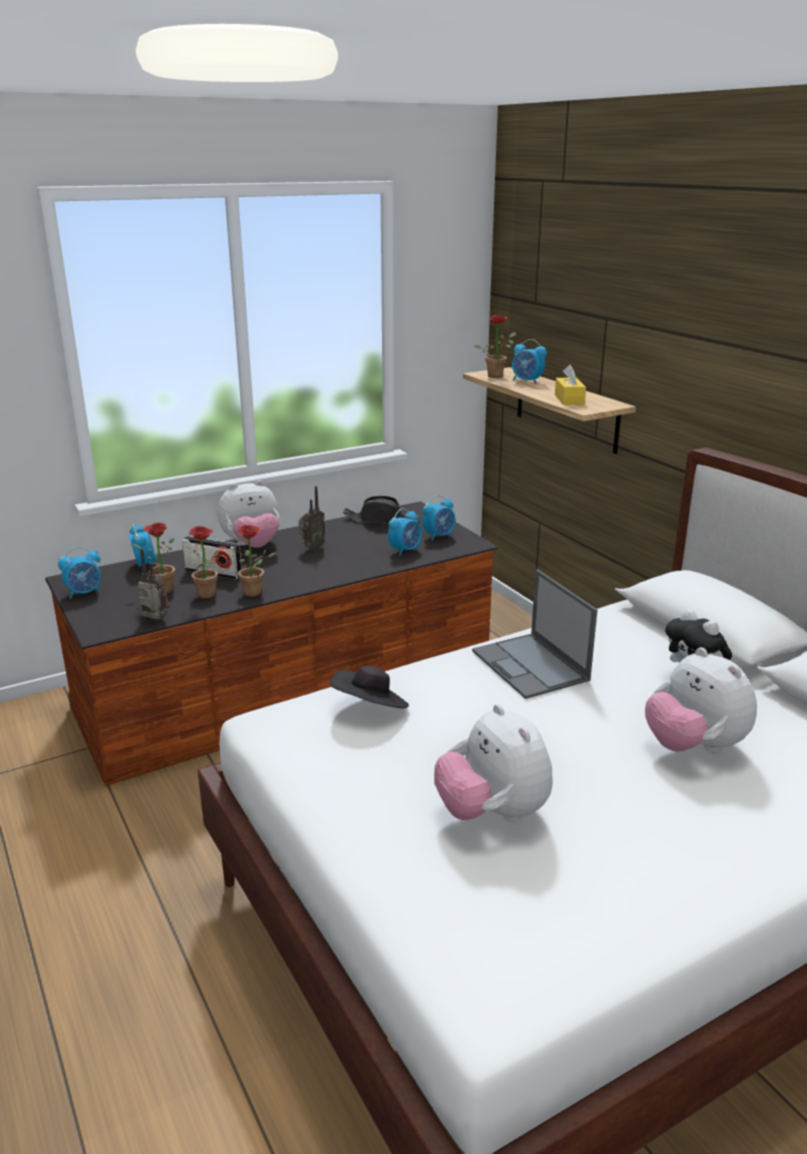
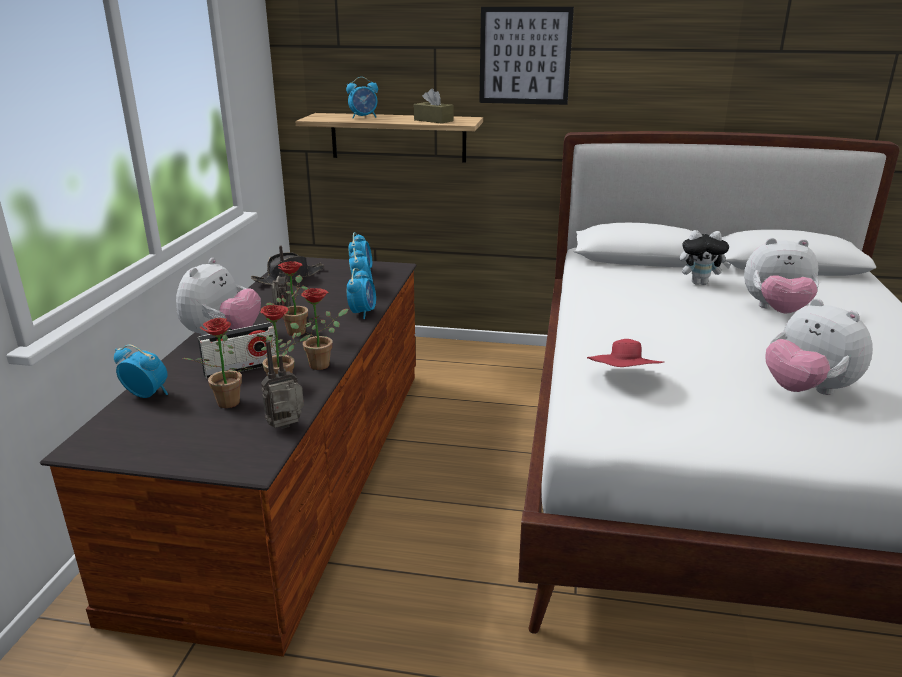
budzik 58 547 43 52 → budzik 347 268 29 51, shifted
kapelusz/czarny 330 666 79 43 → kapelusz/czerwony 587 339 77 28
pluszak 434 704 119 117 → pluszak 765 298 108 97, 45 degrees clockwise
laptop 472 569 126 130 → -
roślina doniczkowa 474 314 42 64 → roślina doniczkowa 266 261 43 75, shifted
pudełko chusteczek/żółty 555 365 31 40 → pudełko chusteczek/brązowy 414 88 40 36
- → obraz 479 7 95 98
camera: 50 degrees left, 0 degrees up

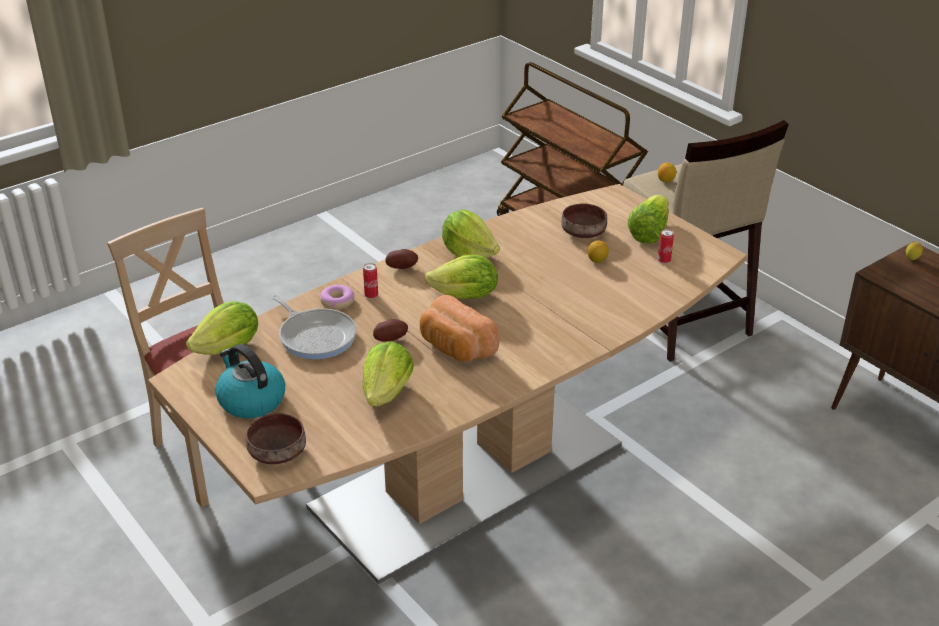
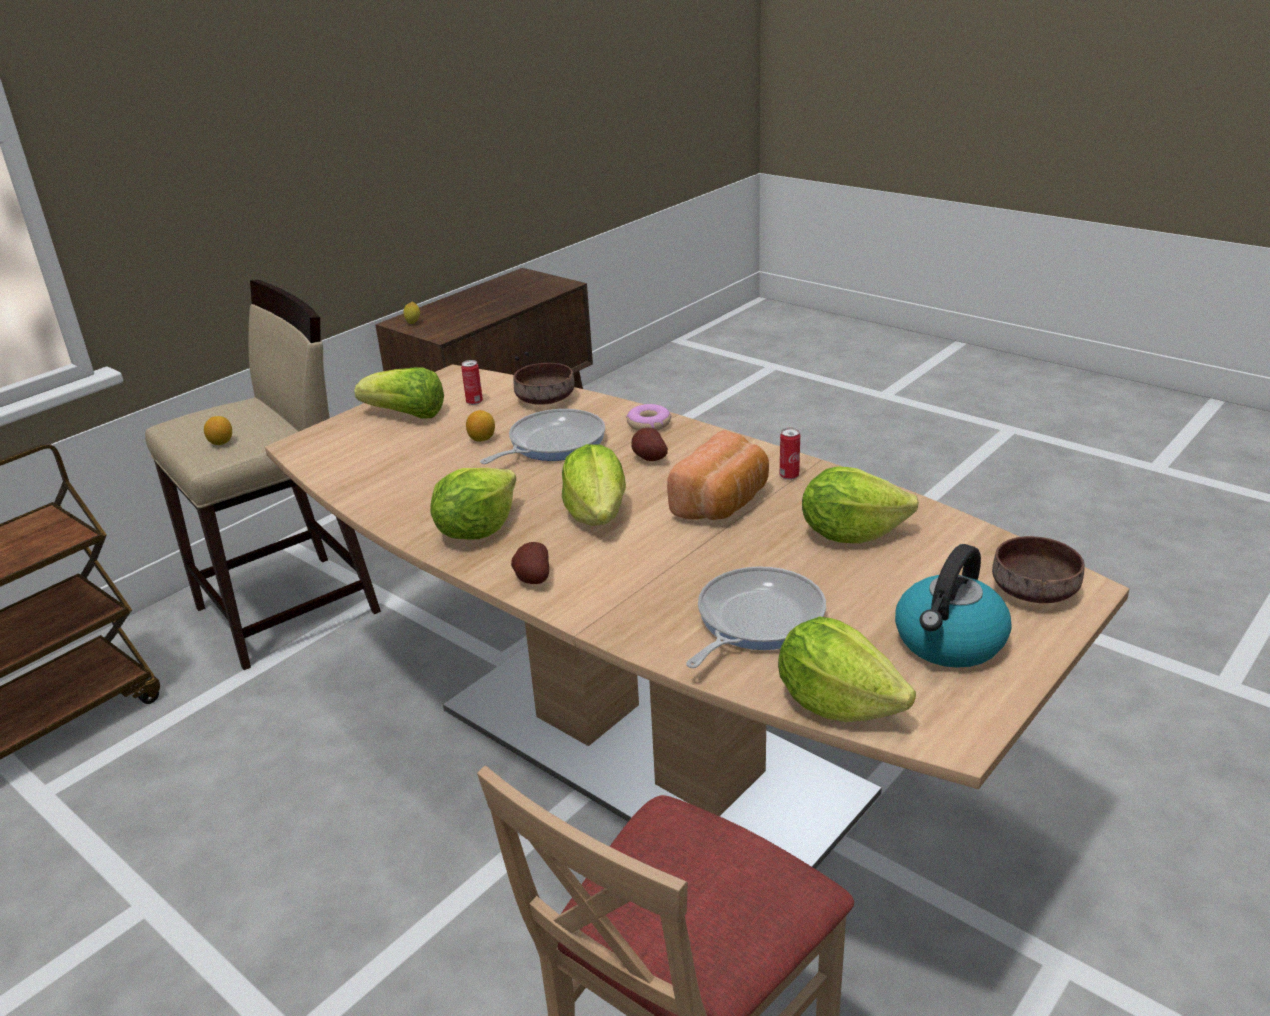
donut 320 285 35 24 → donut 626 404 45 27, shifted
puszka 363 263 15 36 → puszka 780 428 20 52, shifted
ziemniak 373 319 35 23 → ziemniak 631 428 37 33, shifted
miska/brązowy 561 203 46 35 → miska/brązowy 514 363 61 42, shifted
- → patelnia 480 409 125 55
camera: 100 degrees left, 5 degrees down

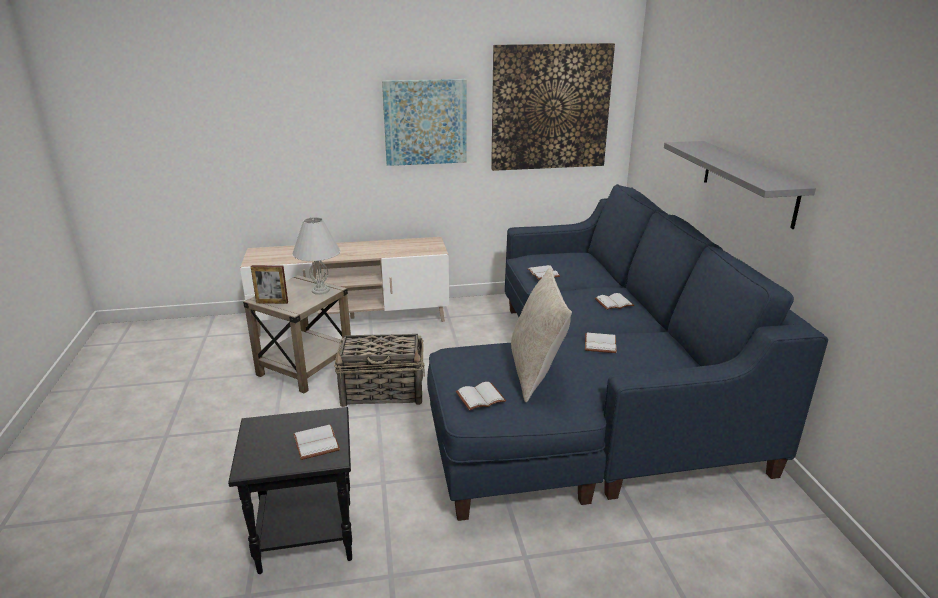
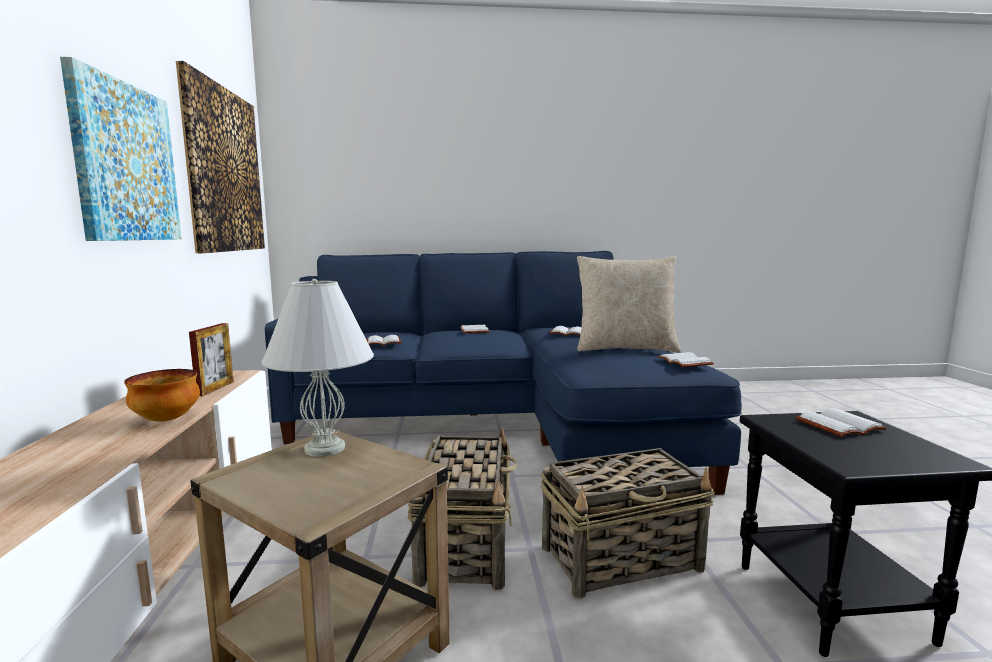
ramka na zdjęcie 251 265 37 39 → ramka na zdjęcie 189 323 45 73, shifted
półka/szary 664 141 152 88 → -
- → miska 124 369 76 52
- → koszyk 541 448 174 151
camera: 85 degrees left, 15 degrees down

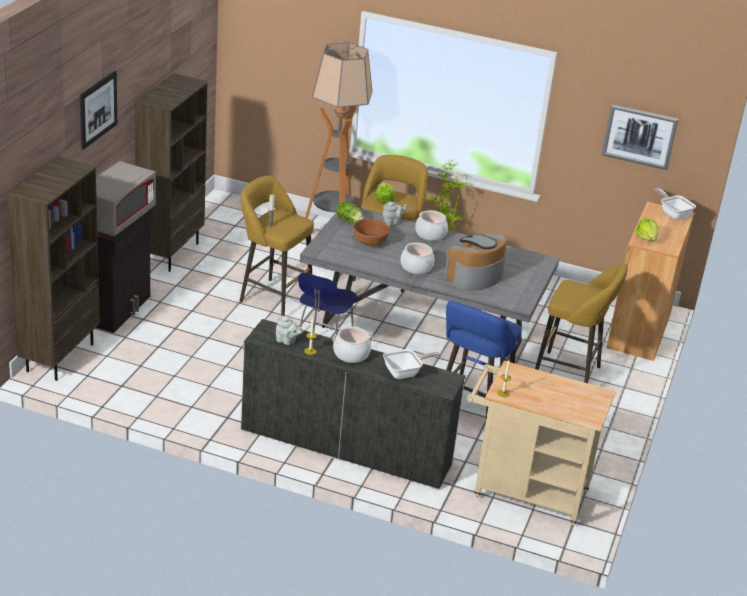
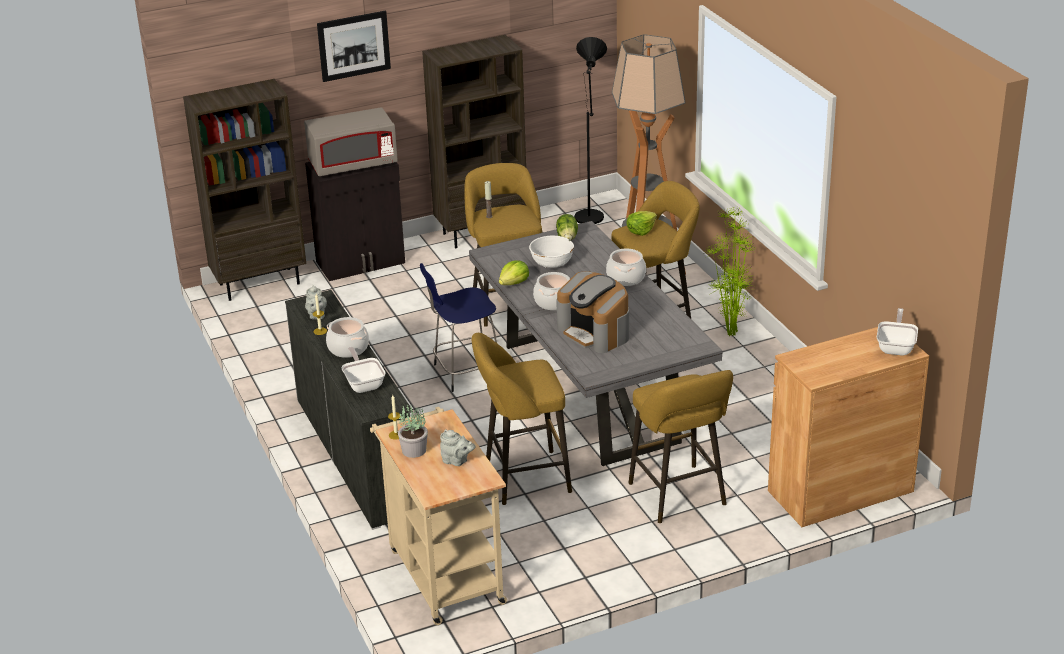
miska/brązowy 353 219 37 27 → miska/biały 529 236 45 32
imbryk/szary 383 202 24 24 → imbryk/szary 440 429 35 37, shifted
patelnia 383 349 58 30 → patelnia 341 347 45 46, 135 degrees counterclockwise
ekspres do kawy 444 233 63 58 → ekspres do kawy 556 271 73 82, 135 degrees counterclockwise
stołek/niebieski 446 301 76 117 → stołek/żółty 472 333 100 172
obraz 602 104 76 66 → -
sałata 636 219 22 22 → sałata 499 261 30 24, shifted
- → roślina doniczkowa 398 405 30 53
- → lampa stojąca/czarny 574 37 33 187
camera: 50 degrees right, 0 degrees up

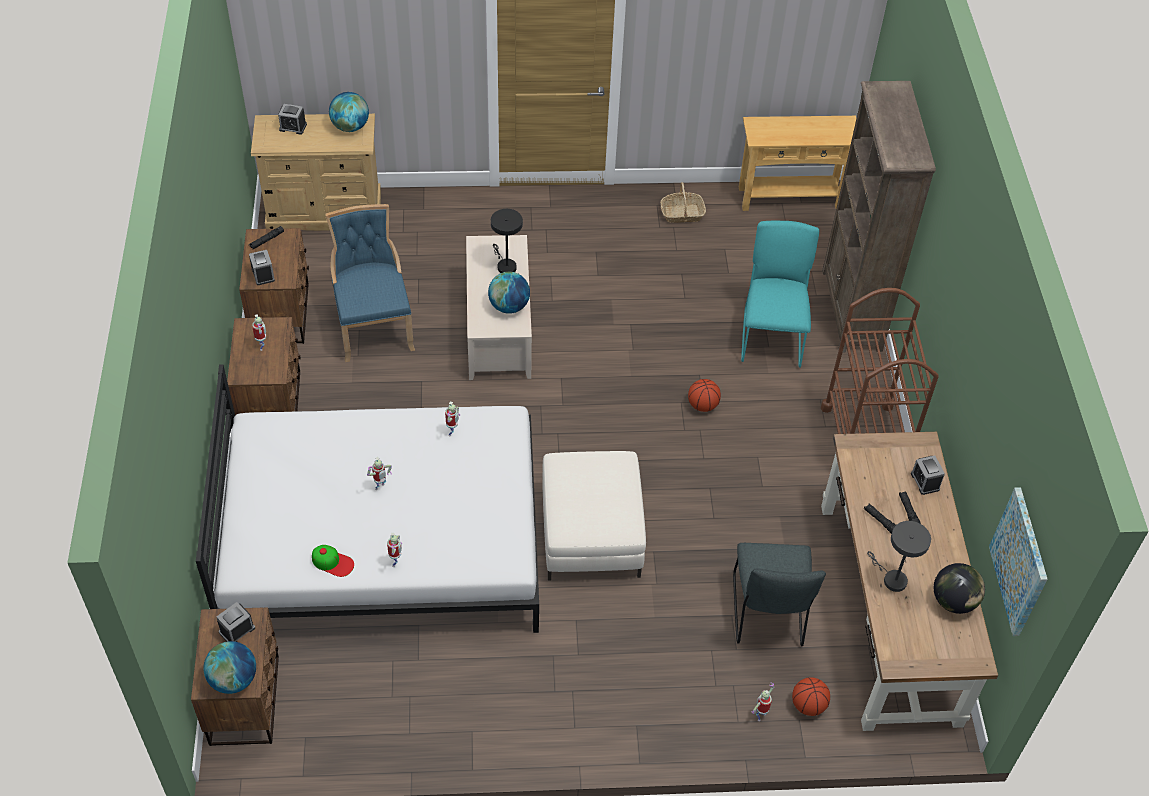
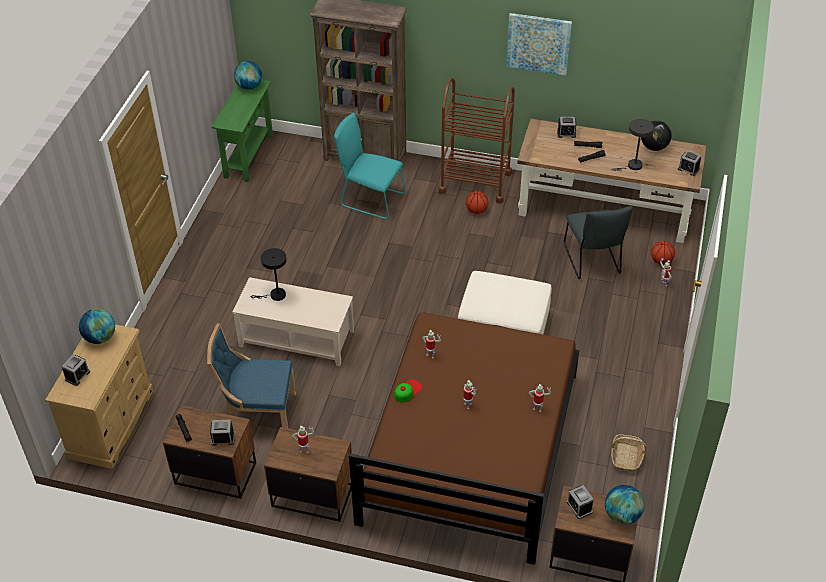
łóżko/biały 196 364 343 269 → łóżko/brązowy 349 312 231 253
czapka z daszkiem 312 545 42 32 → czapka z daszkiem 394 380 28 22, shifted
globus 488 272 42 42 → globus 234 61 28 29, shifted
koszyk 660 182 46 41 → koszyk 611 435 36 37, shifted
piłka do koszykówki 688 379 33 33 → piłka do koszykówki 466 191 23 23, shifted
krzesło/szary 733 543 93 103 → krzesło/szary 564 206 69 73, 60 degrees clockwise
stolik konsolowy/beżowy 739 116 118 95 → stolik konsolowy/zielony 211 80 62 102
obraz 989 487 59 149 → obraz 506 13 66 62, shifted
- → budzik 678 150 23 26
camera: 70 degrees left, 5 degrees down

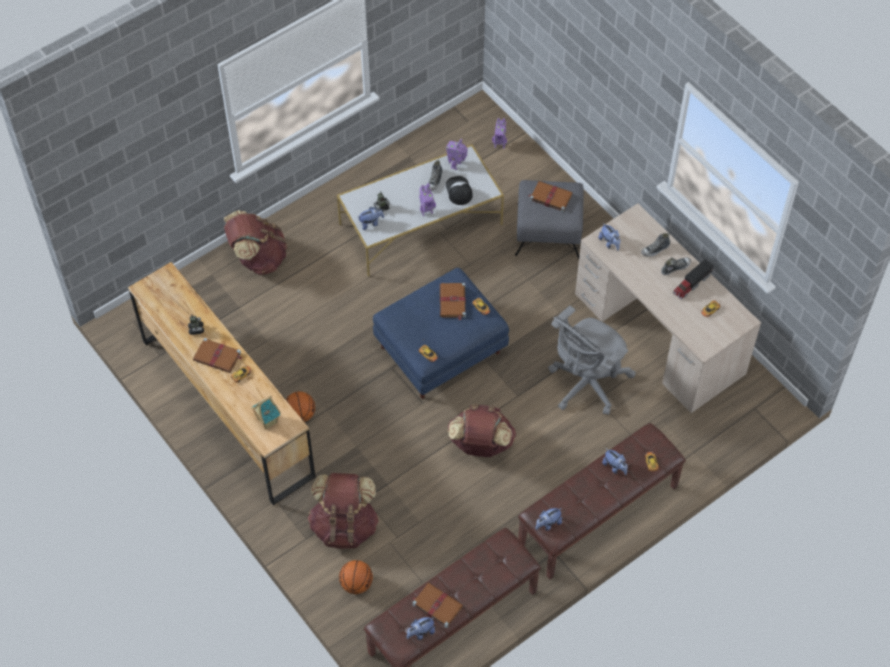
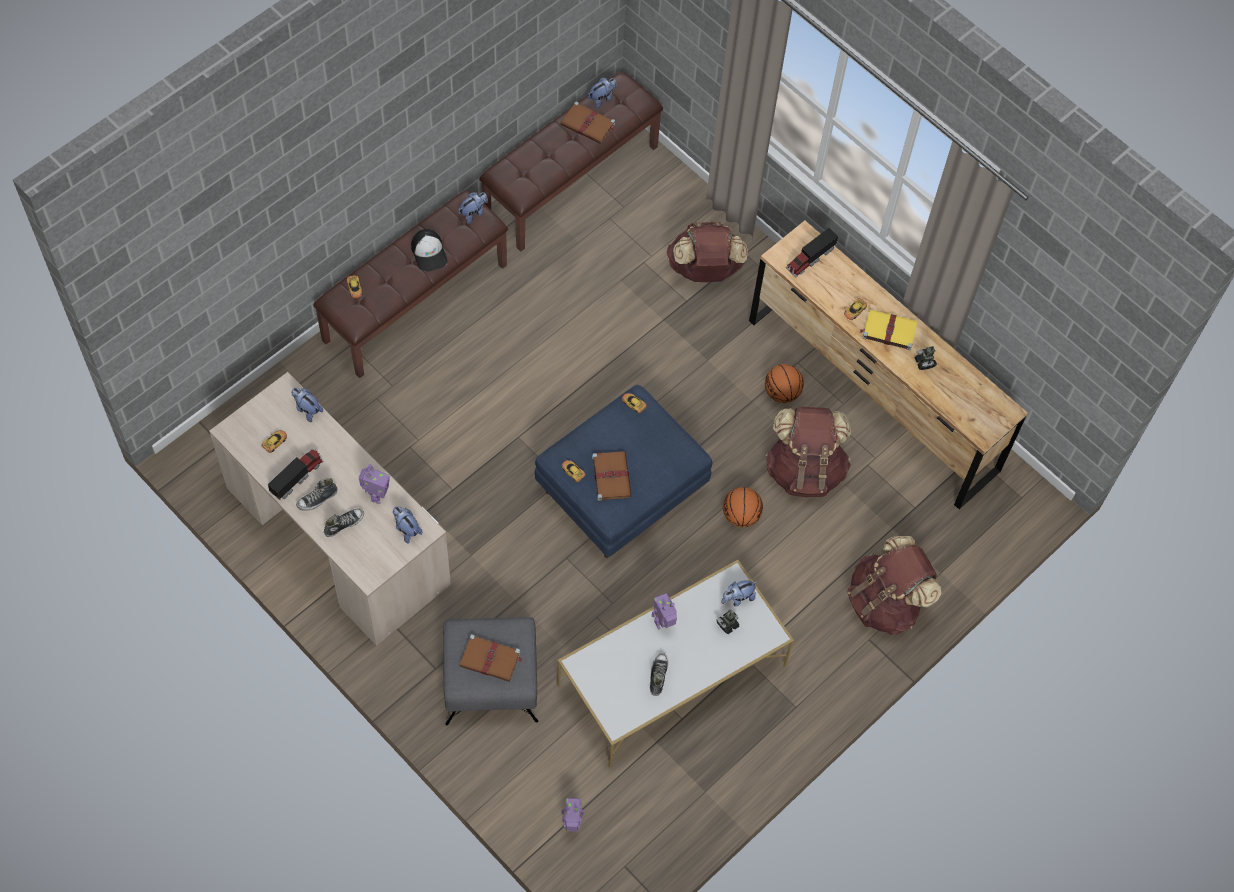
książka/brązowy 193 338 50 35 → książka/żółty 860 309 58 41
domek 251 396 30 33 → ciężarówka zabawkowa 786 228 52 49
piłka do koszykówki 339 560 34 34 → piłka do koszykówki 723 487 40 40, shifted
robot zabawkowy 446 139 22 31 → robot zabawkowy 359 464 31 40, shifted
czapka z daszkiem 446 176 27 29 → czapka z daszkiem 411 229 37 43, shifted
plecak/brązowy 447 404 69 53 → plecak/brązowy 766 407 85 90, shifted
krzesło biurowe/szary 548 306 88 109 → -
pluszak 602 449 26 26 → pluszak 292 388 31 34, shifted
camera: 170 degrees right, 5 degrees up

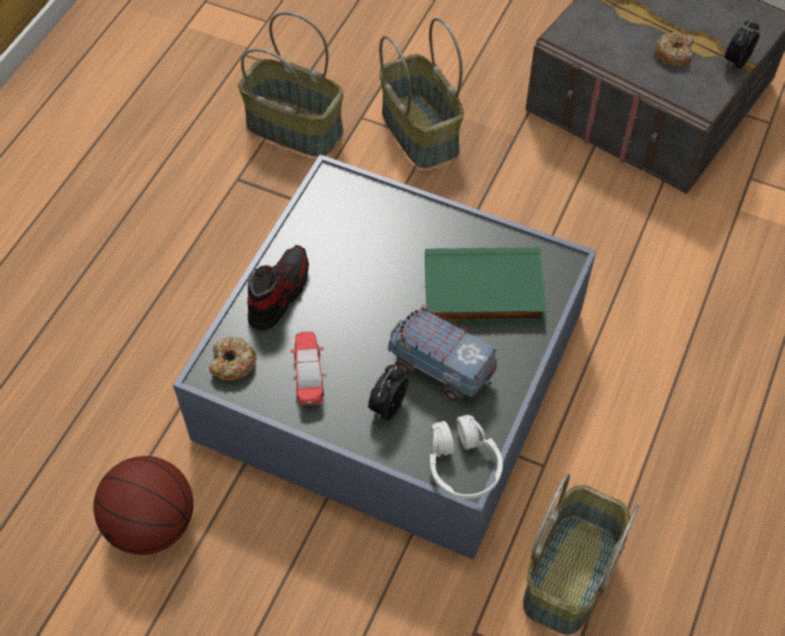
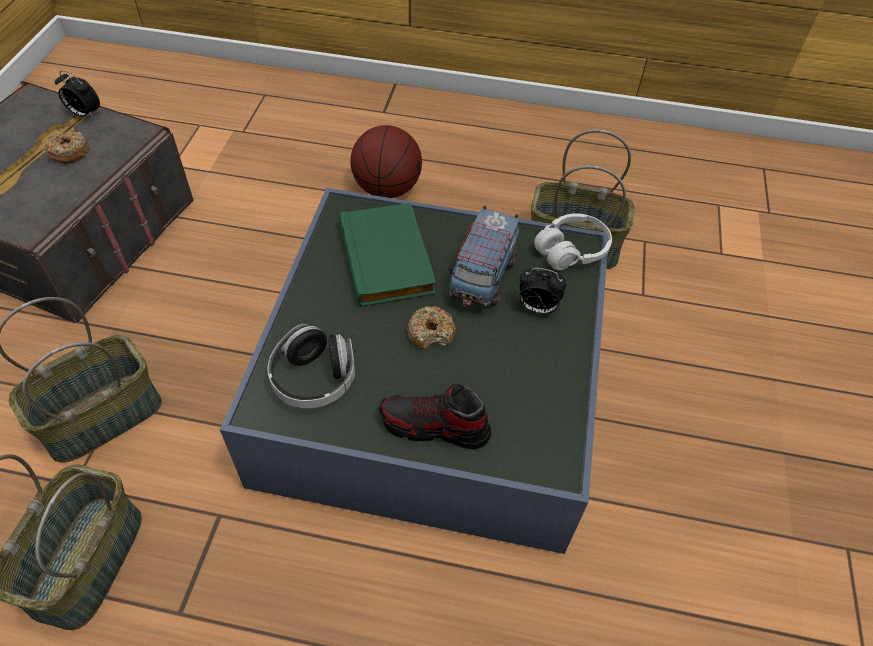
piłka do koszykówki 93 456 100 99 → piłka do koszykówki 350 125 72 73, shifted
donut 209 337 48 44 → donut 407 306 49 44, shifted
samochodzik 291 331 33 75 → -
- → słuchawki 268 324 87 84
camera: 105 degrees left, 5 degrees down

